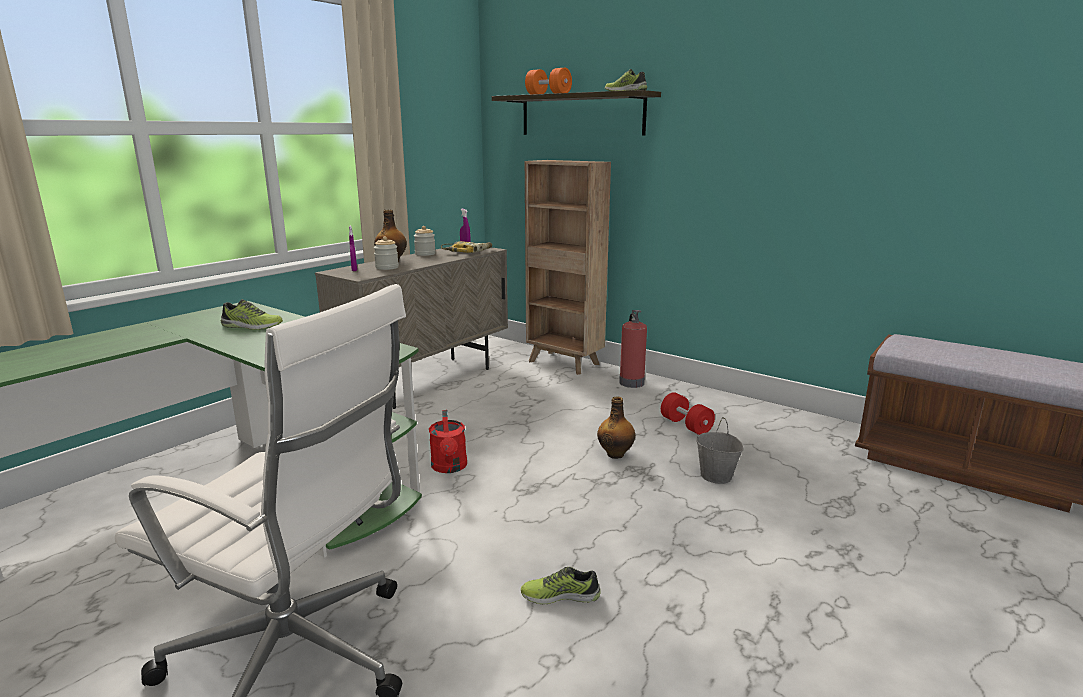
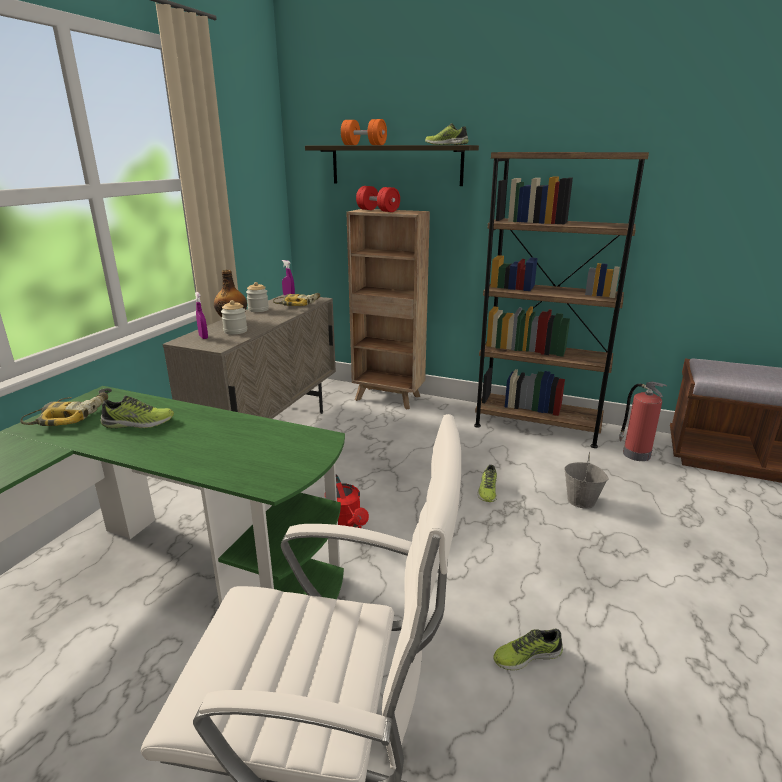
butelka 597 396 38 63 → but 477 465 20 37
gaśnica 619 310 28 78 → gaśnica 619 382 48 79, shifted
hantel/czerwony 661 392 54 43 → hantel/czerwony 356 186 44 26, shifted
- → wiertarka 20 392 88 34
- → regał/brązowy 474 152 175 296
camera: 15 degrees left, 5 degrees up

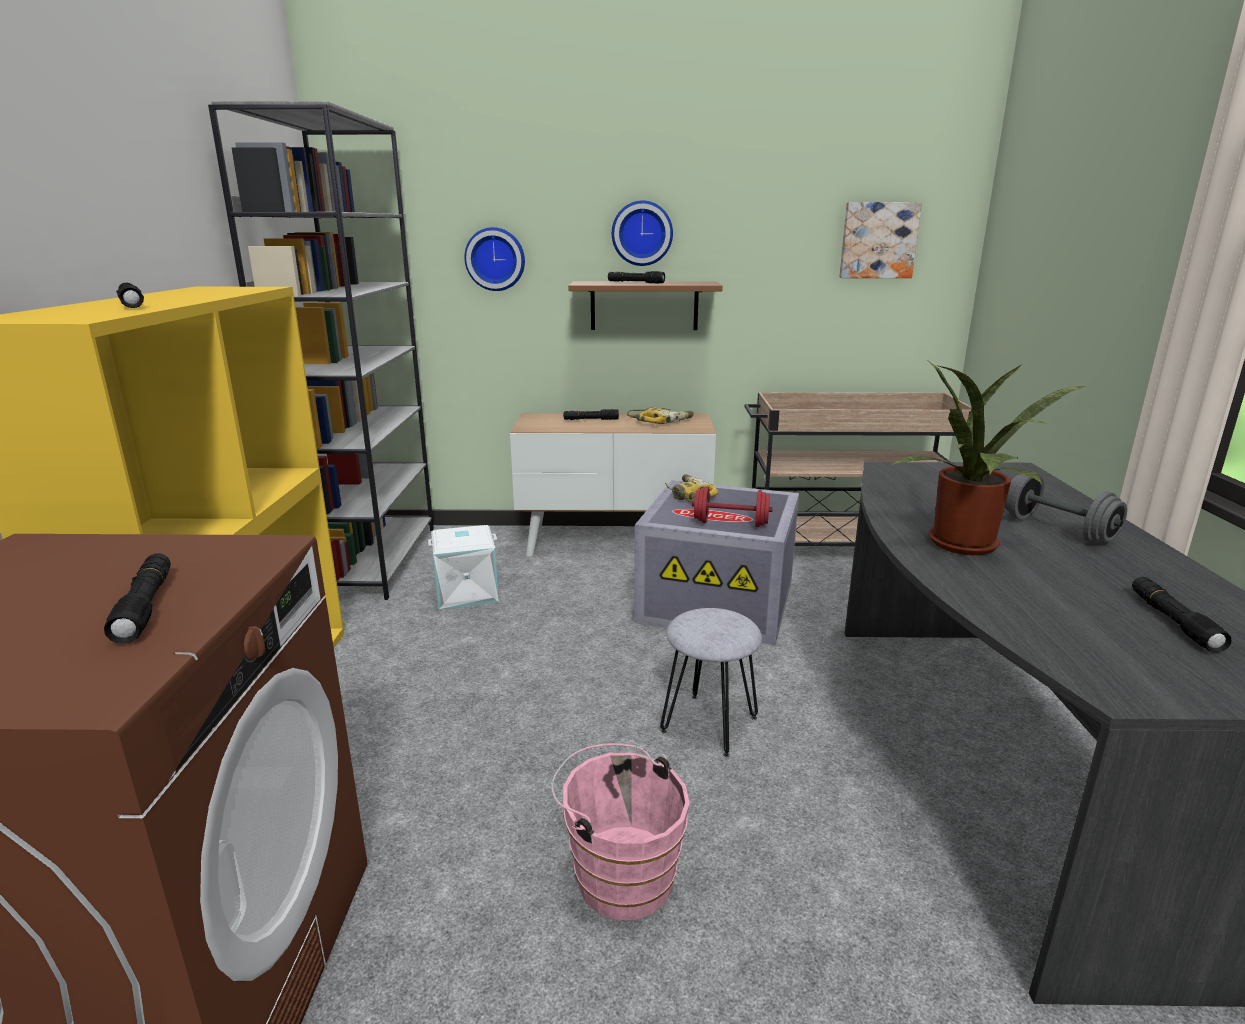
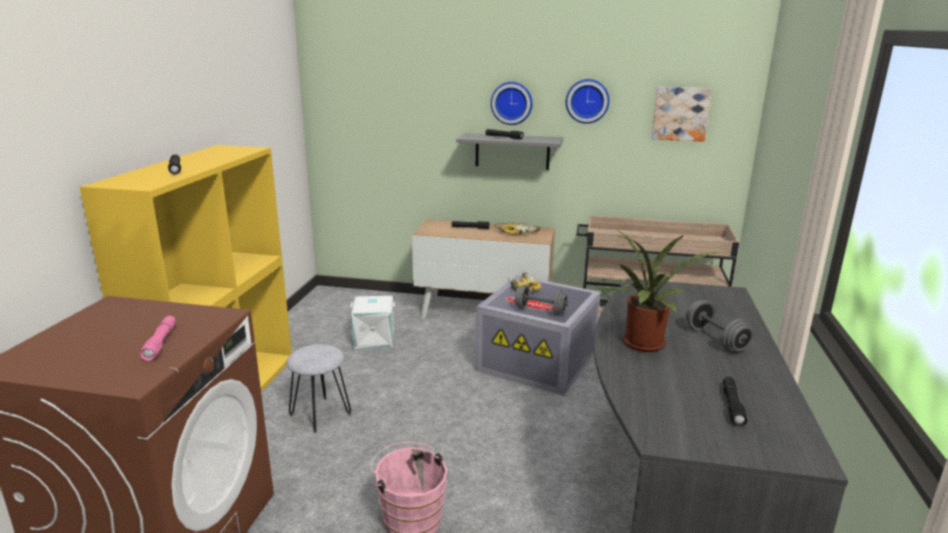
latarka/czarny 104 553 67 91 → latarka/różowy 140 316 36 45
regał/szary 208 101 226 499 → -
zegar ścienny 464 227 61 64 → zegar ścienny 566 79 44 45, shifted
półka/brązowy 568 281 155 49 → półka/szary 456 133 107 37
stołek/szary 660 608 102 149 → stołek/szary 286 344 65 89, shifted
hantel/czerwony 692 486 81 41 → hantel/szary 515 285 53 30
camera: 10 degrees right, 0 degrees up

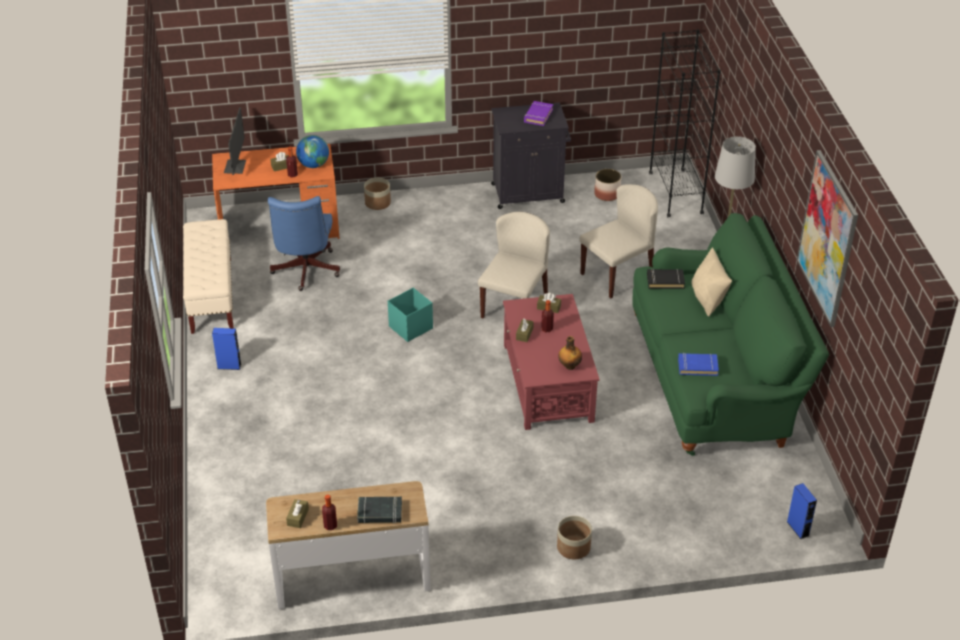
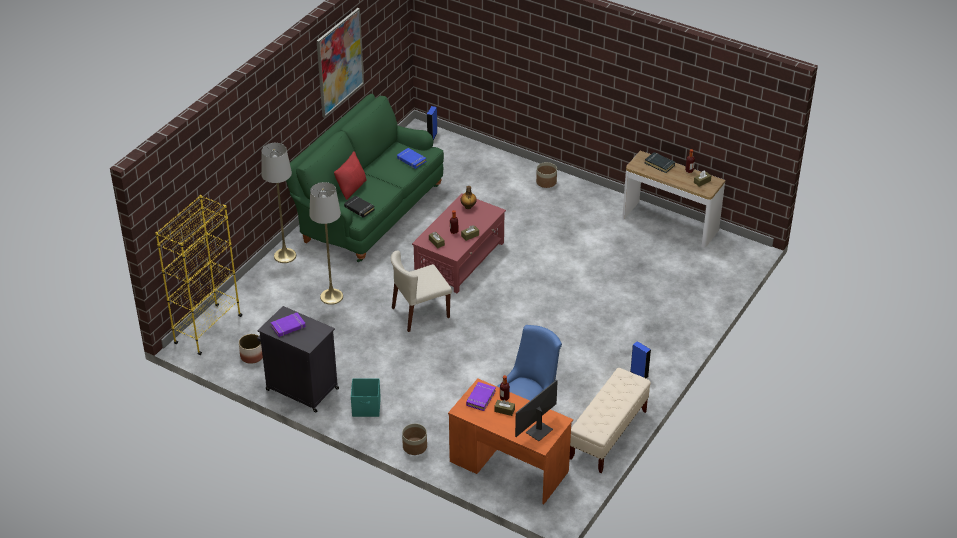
globus 296 135 33 33 → książka/fioletowy 466 382 30 29
pojemnik do przechowywania/turkusowy 388 288 45 54 → pojemnik do przechowywania/turkusowy 351 378 30 39, shifted
krzesło/beżowy 579 184 79 114 → lampa stojąca/szary 309 182 34 123
regał/czarny 649 29 72 188 → regał/żółty 155 195 87 160
poduszka/beżowy 691 247 41 70 → poduszka/czerwony 334 151 33 49
camera: 140 degrees left, 0 degrees up

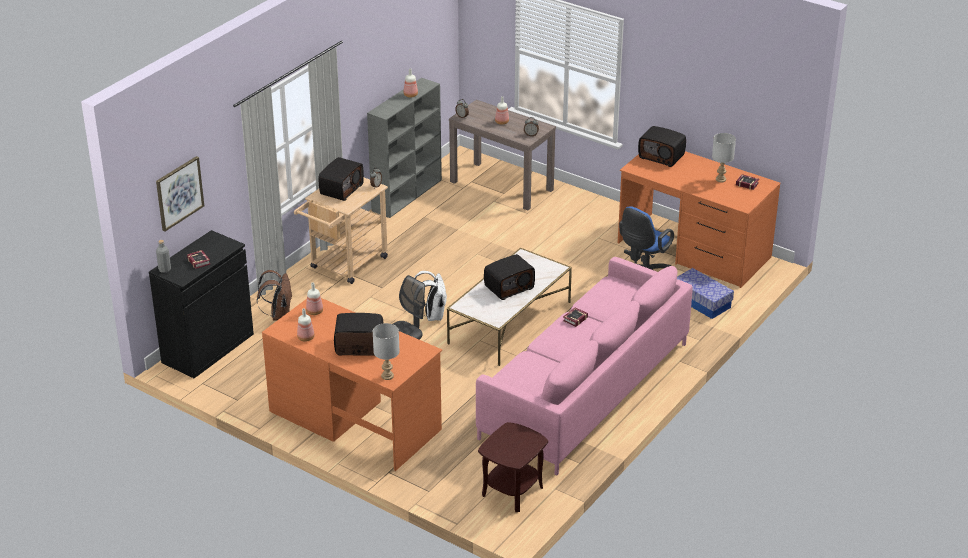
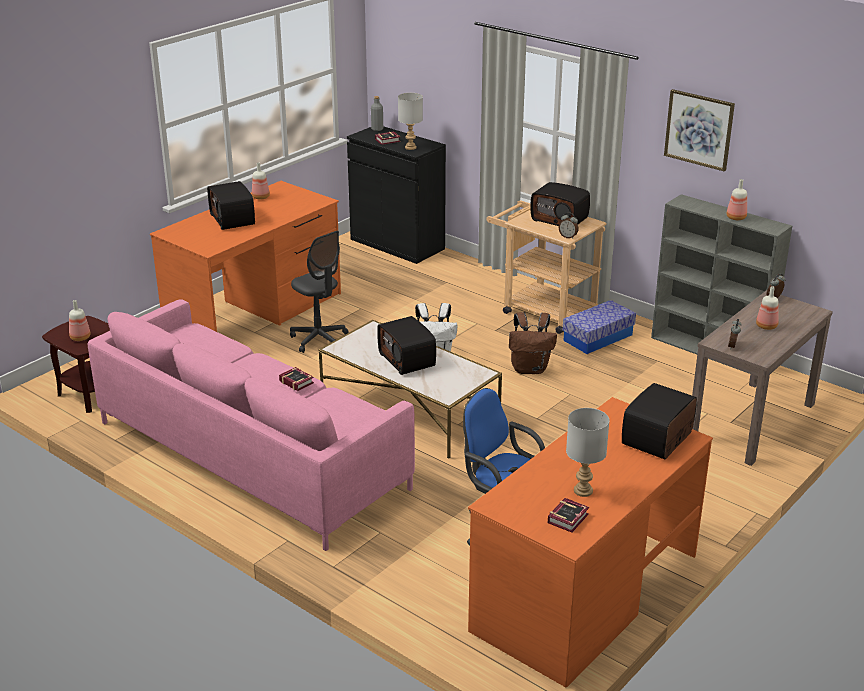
obraz 156 156 48 76 → obraz 664 89 71 82, shifted
plecak/brązowy 257 270 35 50 → plecak/brązowy 509 312 48 62, shifted
butelka 306 282 17 33 → butelka 69 300 22 41, shifted
radio 334 313 49 43 → radio 207 181 48 49, 150 degrees clockwise
lampa stołowa/szary 373 323 27 57 → lampa stołowa/szary 398 93 25 57, shifted
pojemnik do przechowywania 677 268 57 51 → pojemnik do przechowywania 563 300 73 54, shifted
camera: 95 degrees right, 5 degrees down

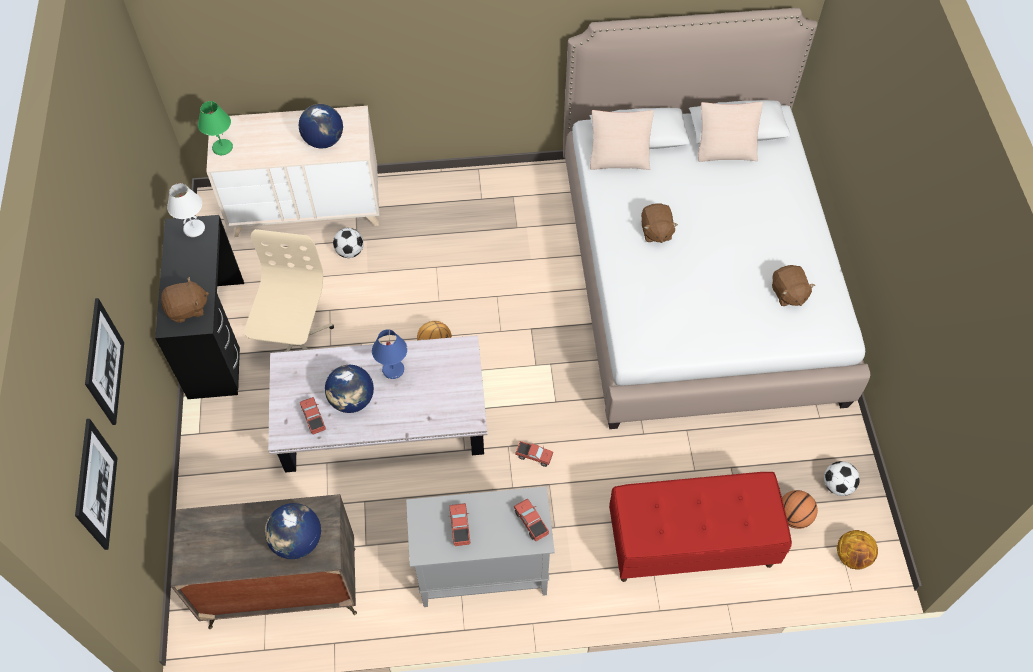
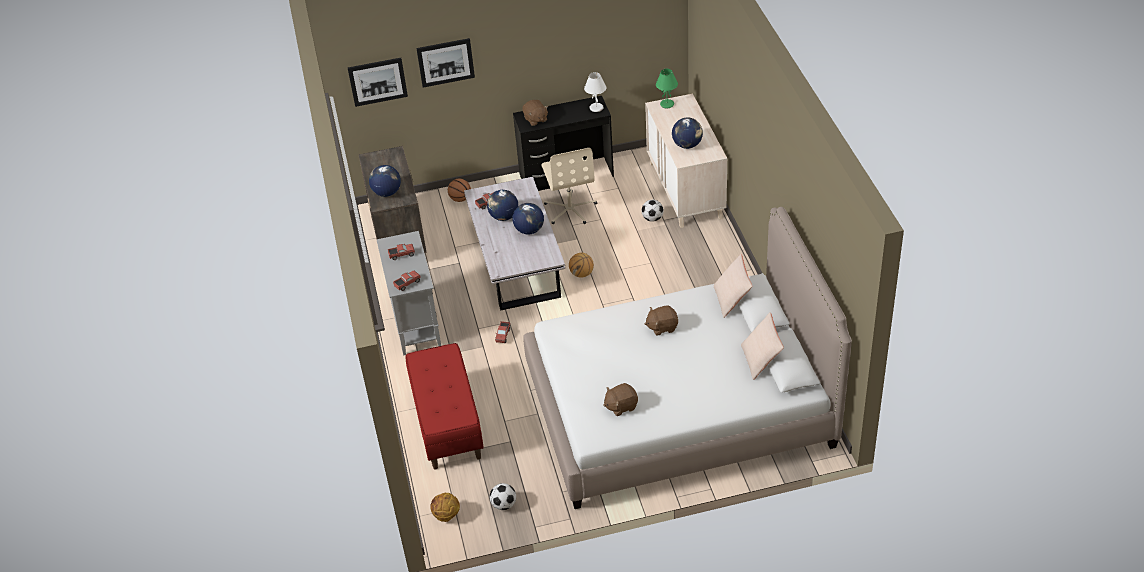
krzesło biurowe/beżowy 244 229 90 123 → krzesło biurowe/beżowy 541 148 56 76, 75 degrees clockwise
lampa stołowa/niebieski 372 329 35 50 → globus 512 203 32 31
piłka do koszykówki 782 490 36 39 → piłka do koszykówki 448 179 23 23, shifted
camera: 85 degrees right, 15 degrees down

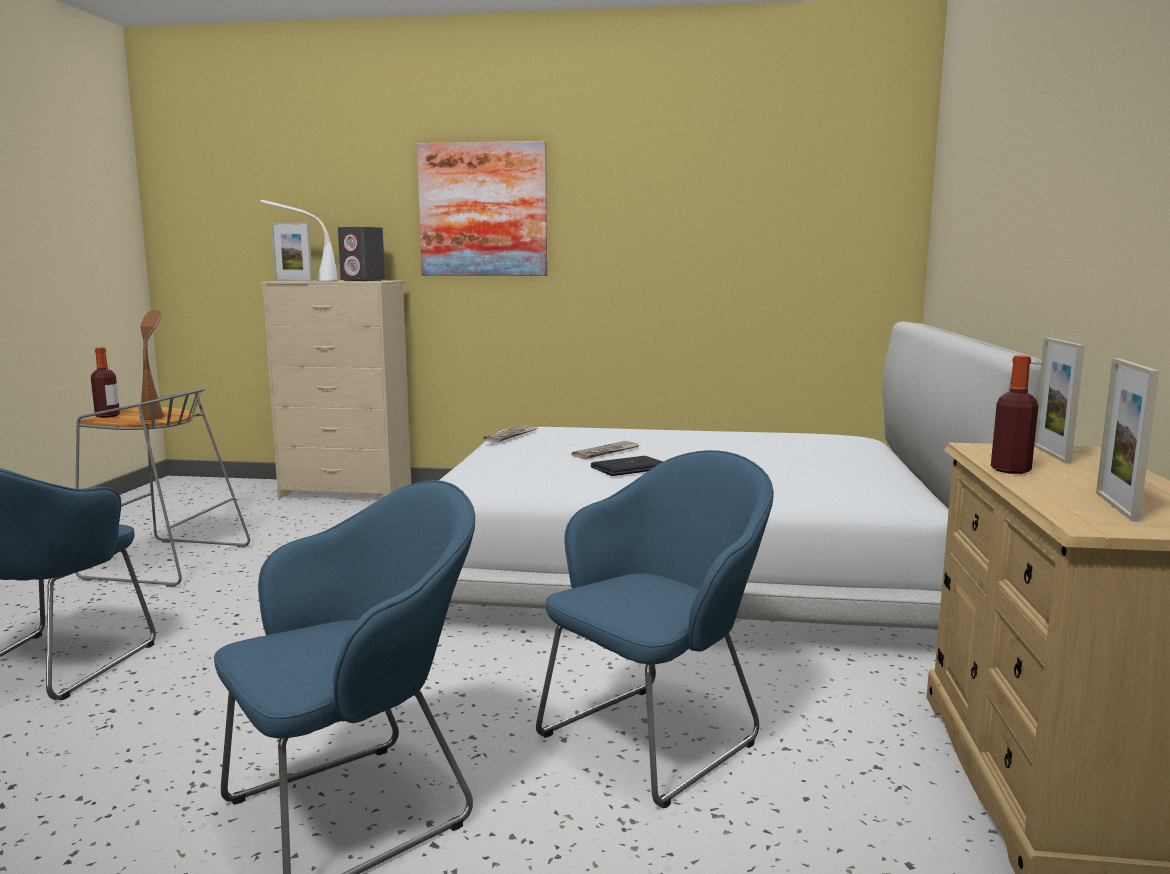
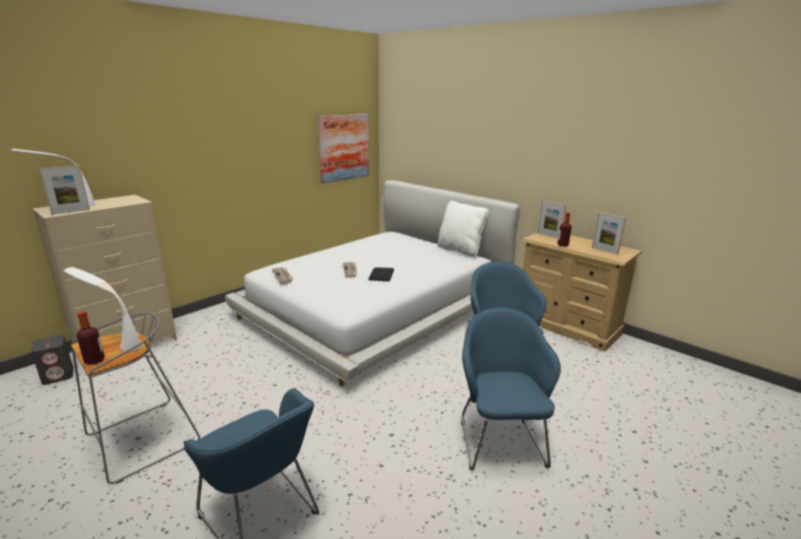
lampa stołowa/brązowy 140 310 25 110 → lampa stołowa/biały 64 267 78 85
głośnik/szary 338 227 47 54 → głośnik/szary 31 335 42 50, shifted
obraz 417 141 130 135 → obraz 317 114 52 70, shifted
- → poduszka/biały 438 201 51 56
camera: 55 degrees left, 10 degrees up

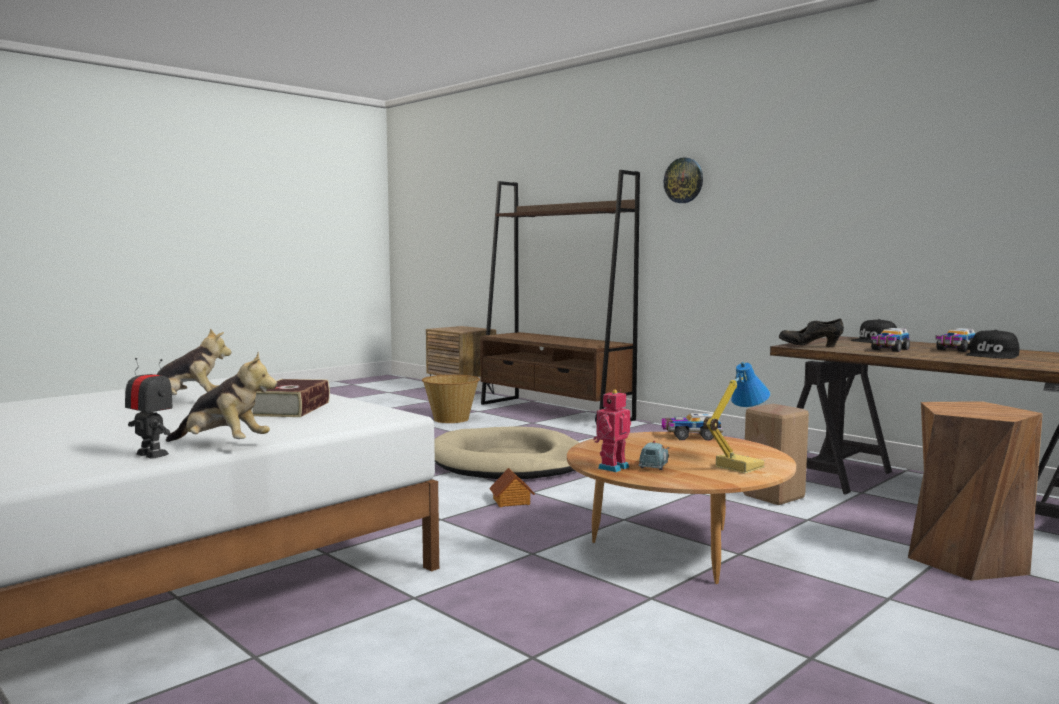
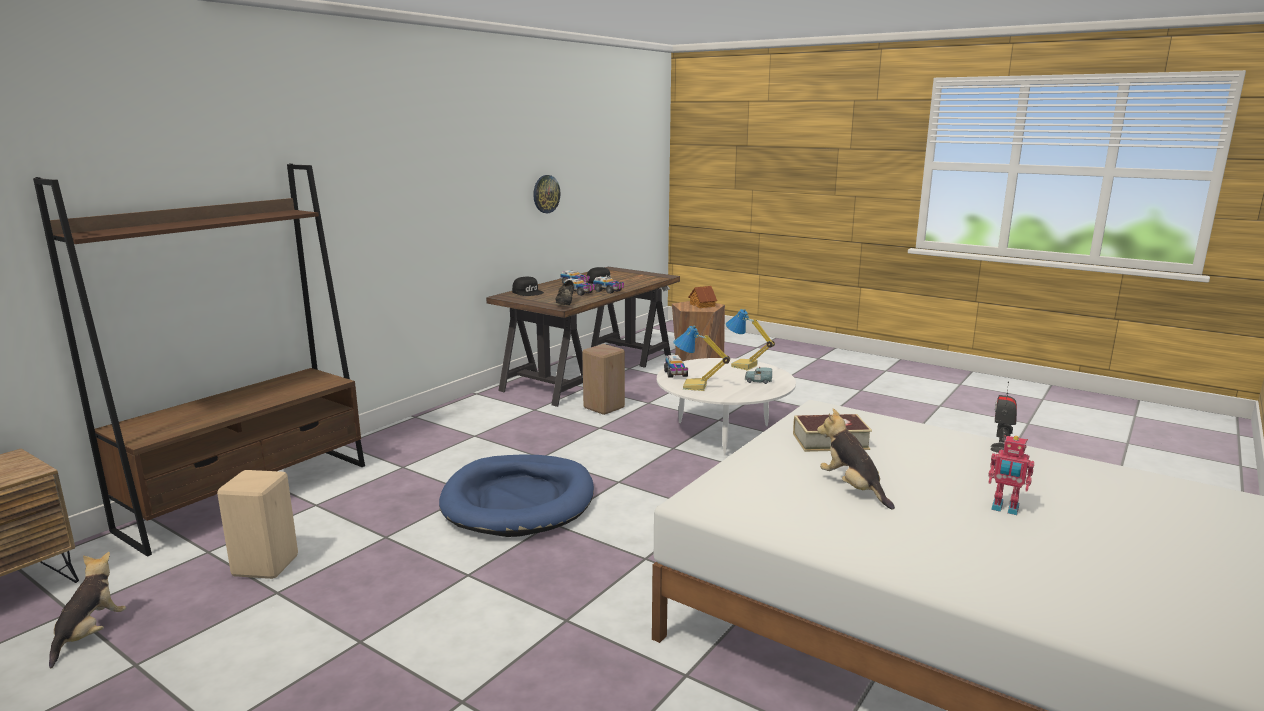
pluszak 166 352 111 90 → pluszak 49 552 77 116, shifted
koszyk 422 375 58 48 → stołek/beżowy 217 470 81 109
legowisko/beżowy 434 426 145 53 → legowisko/niebieski 439 454 155 83
domek 489 468 46 39 → domek 688 286 29 22, shifted
ława/brązowy 567 432 229 152 → ława/biały 657 358 139 98
robot zabawkowy 593 389 38 83 → robot zabawkowy 988 435 46 80, shifted
zegar ścienny 664 157 39 46 → zegar ścienny 533 175 27 38, shifted
- → ciężarówka zabawkowa 593 276 31 18
- → lampa stołowa 673 325 57 66
camera: 100 degrees left, 10 degrees up

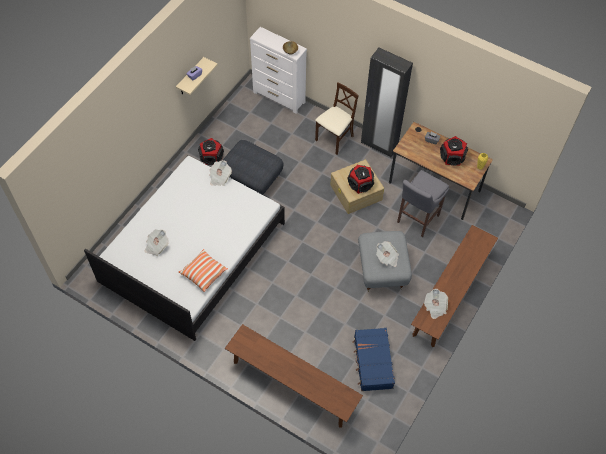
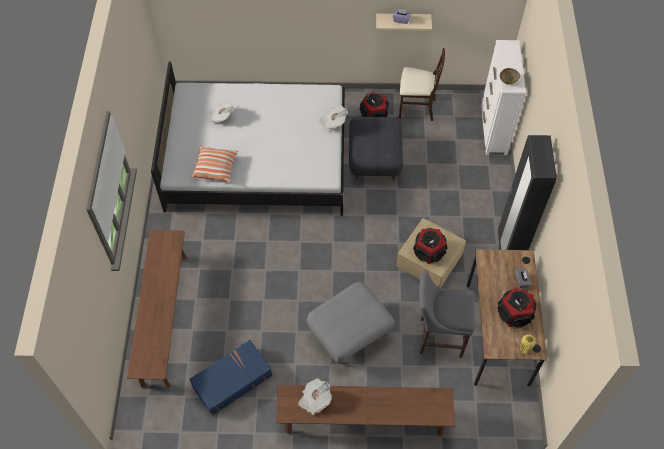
krzesło/beżowy 315 82 44 73 → krzesło/beżowy 399 48 46 73, shifted
gazeta 376 241 23 26 → -
camera: 60 degrees right, 0 degrees up

